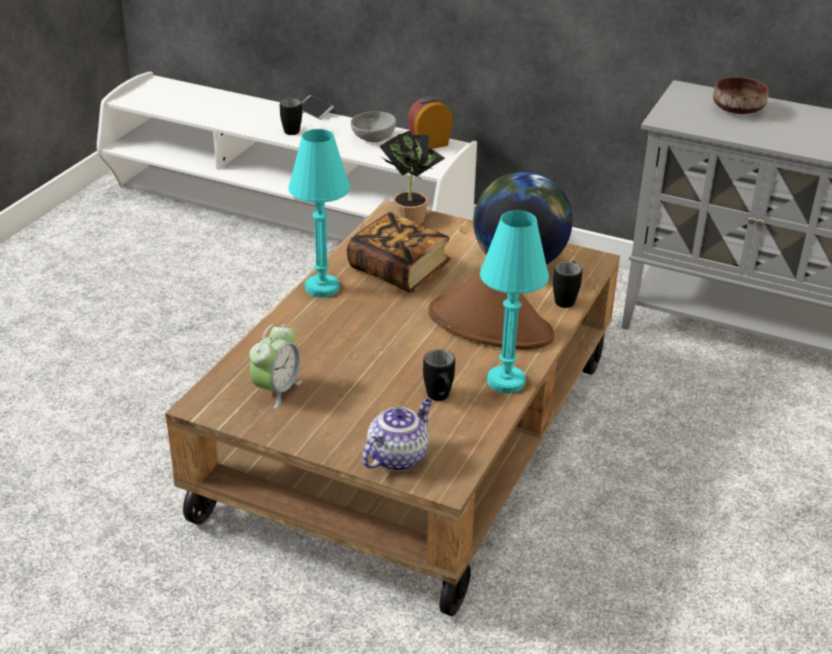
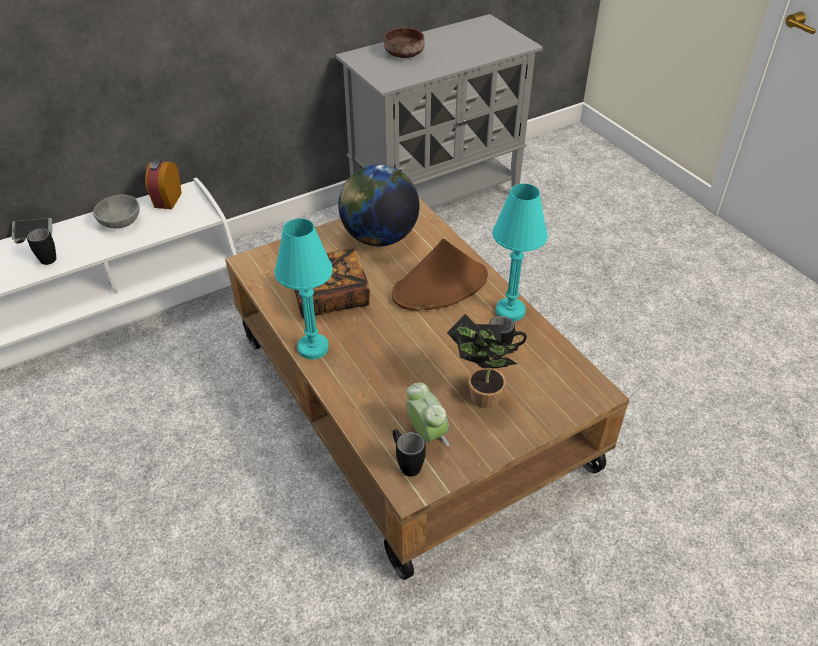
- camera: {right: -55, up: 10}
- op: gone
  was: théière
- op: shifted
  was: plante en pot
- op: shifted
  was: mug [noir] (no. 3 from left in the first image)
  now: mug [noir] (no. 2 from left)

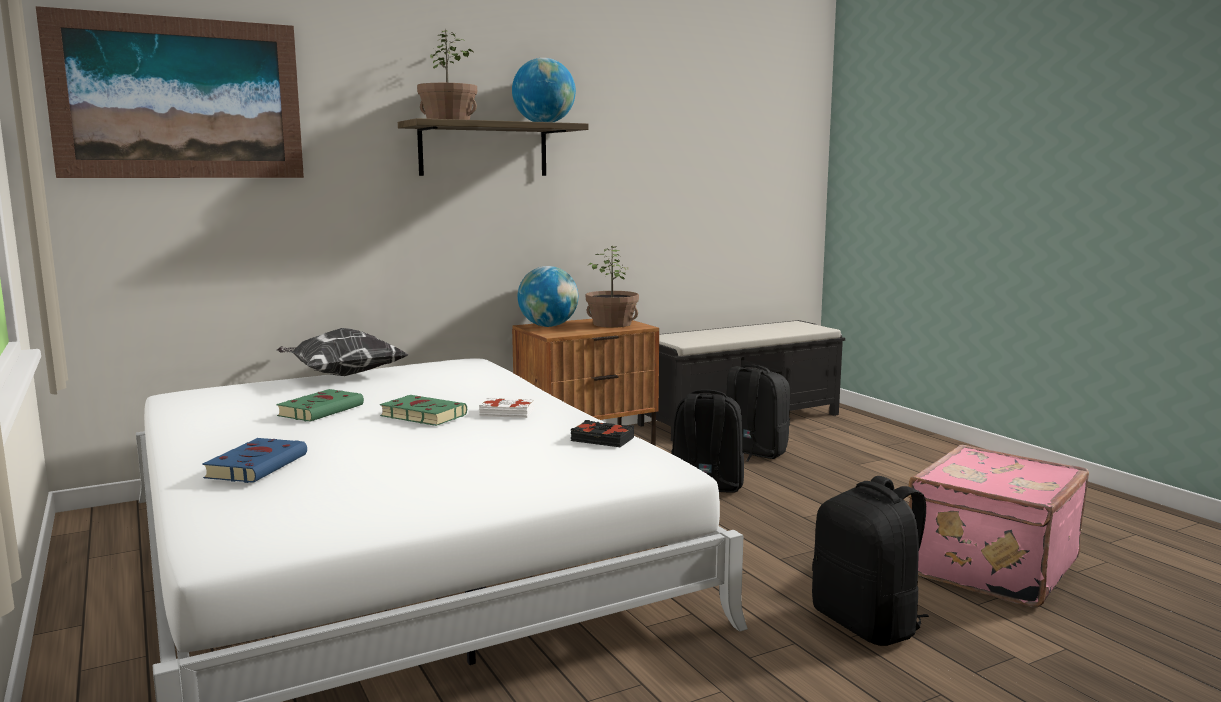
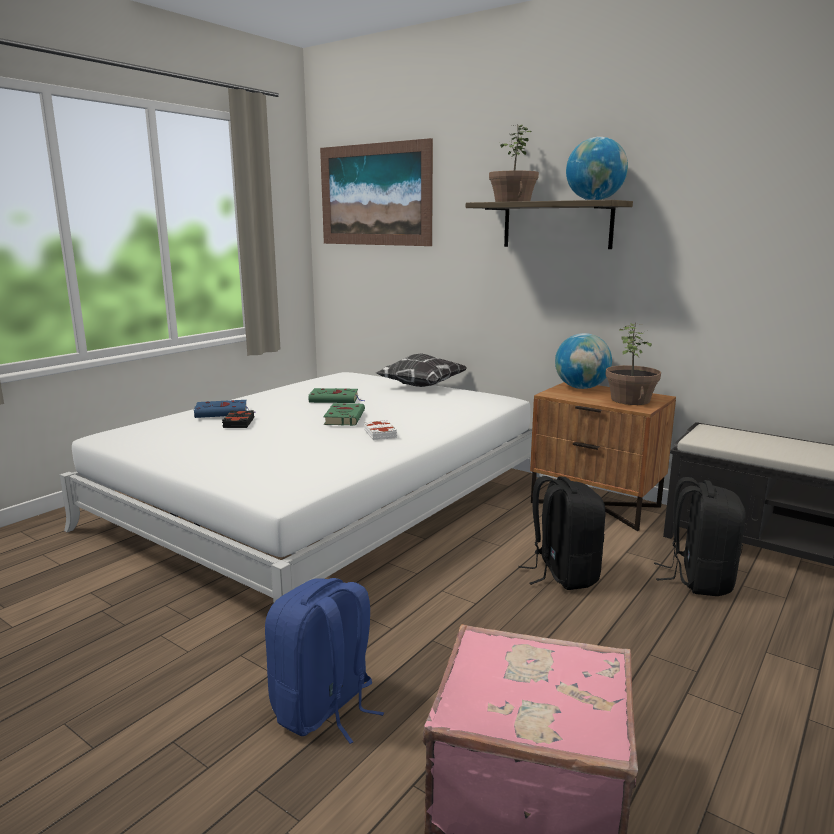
- camera: {right: 65, up: 5}
- op: shifted
  was: livre [noir]
- op: repainted
  was: sac à dos [noir] (no. 3 from left)
  now: sac à dos [bleu]

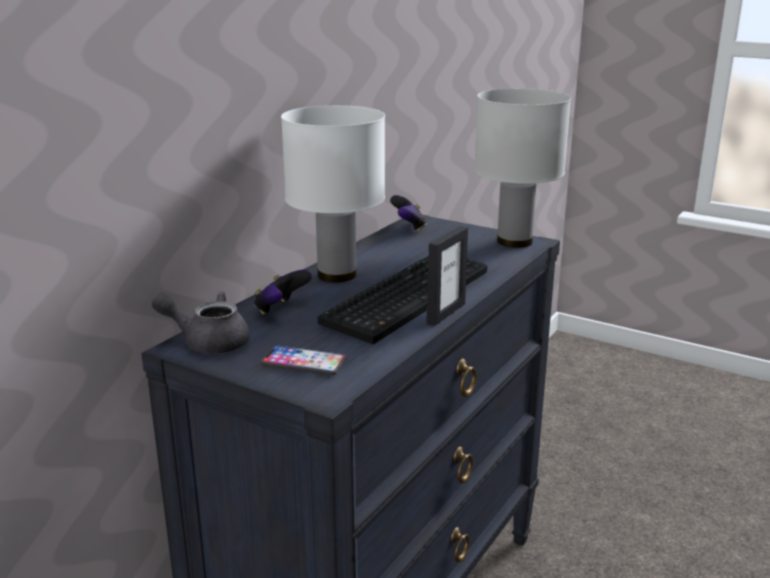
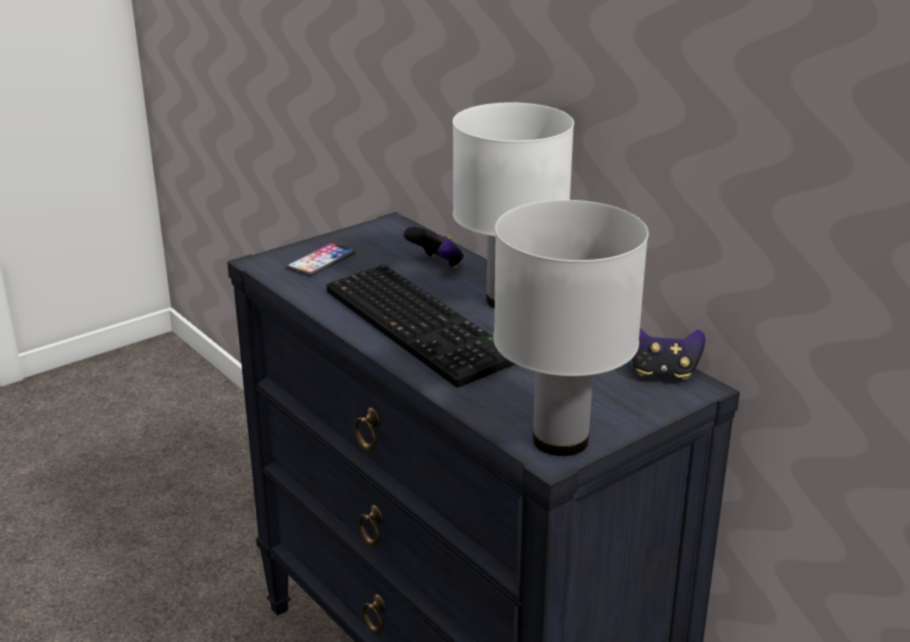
- camera: {right: 110, up: 5}
- op: gone
  was: théière [gris]
- op: gone
  was: cadre photo

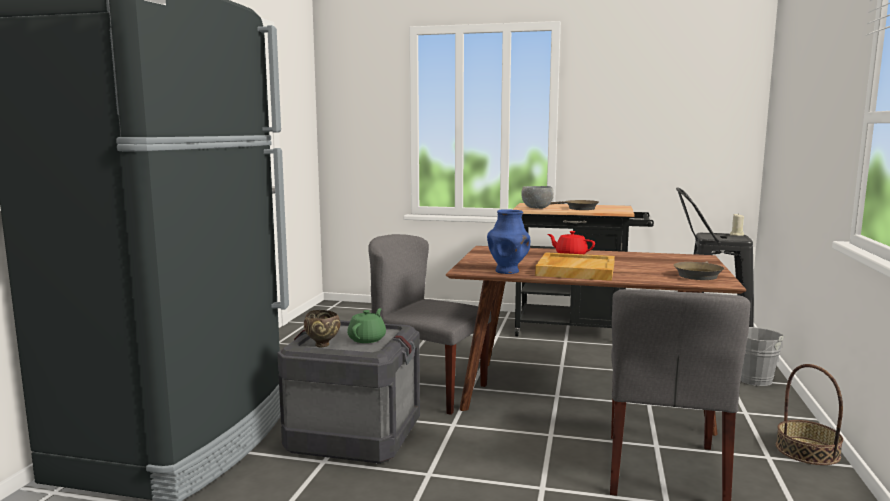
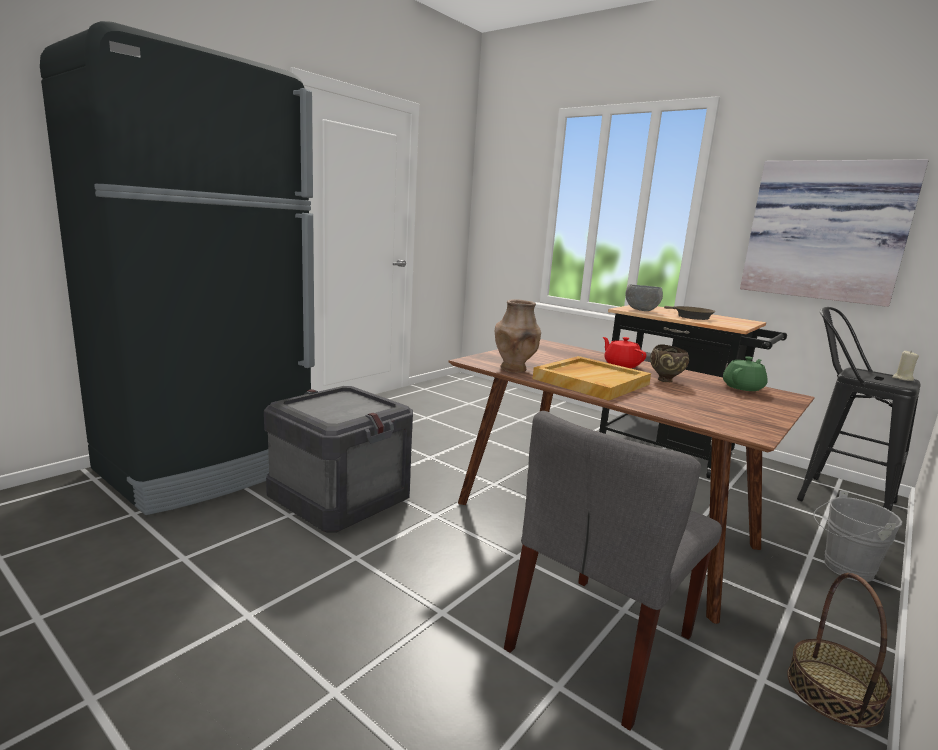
- camera: {right: 25, up: 5}
- op: shifted
  was: bol [marron]
- op: shifted
  was: théière [vert]
- op: gone
  was: chaise [gris] (no. 1 from left)
- op: repainted
  was: vase [bleu]
  now: vase [marron]
- op: gone
  was: poêle [marron] (no. 2 from left)
- op: new
  now: tableau

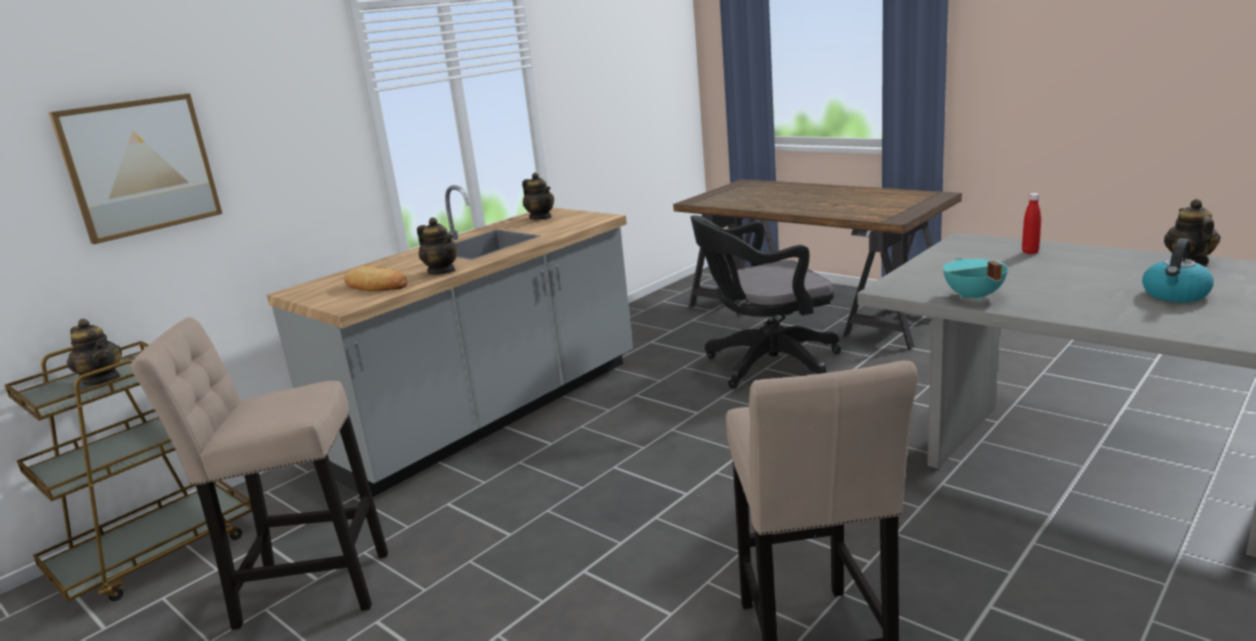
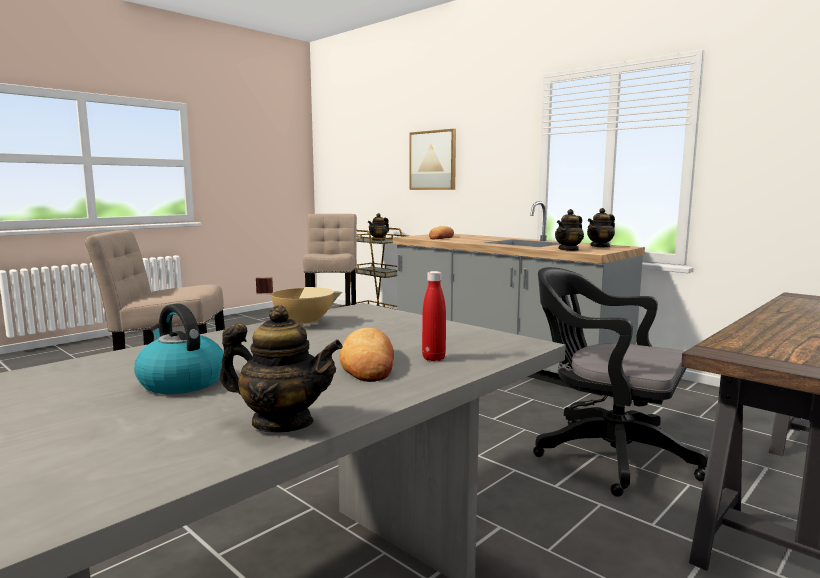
- camera: {right: 90, up: -10}
- op: shifted
  was: théière (no. 2 from left in the first image)
  now: théière (no. 3 from left)
- op: rotated
  was: chaise de bureau [noir]
  clockwise: -45
- op: repainted
  was: marmite [turquoise]
  now: marmite [beige]
- op: new
  now: pain (no. 1 from left)

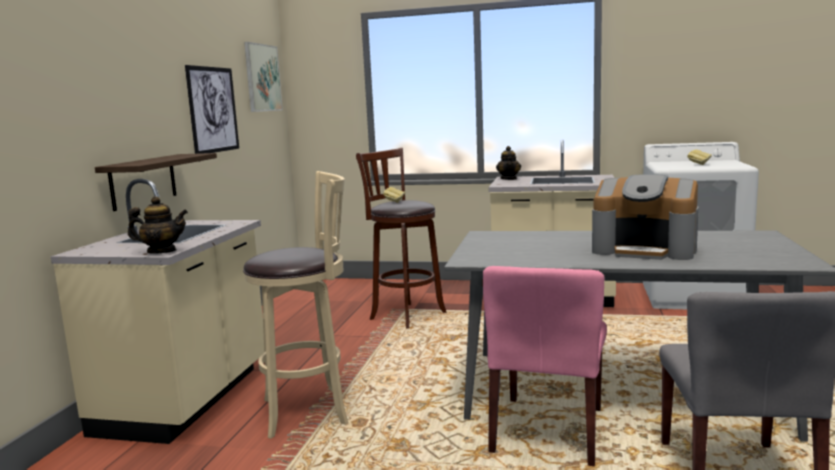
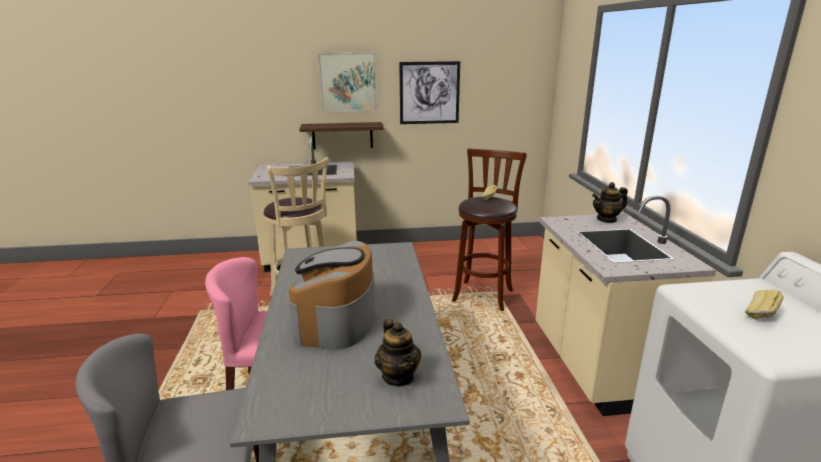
- camera: {right: 70, up: 10}
- op: shifted
  was: théière (no. 1 from left)
- op: shifted
  was: tableau (no. 2 from left in the first image)
  now: tableau (no. 1 from left)

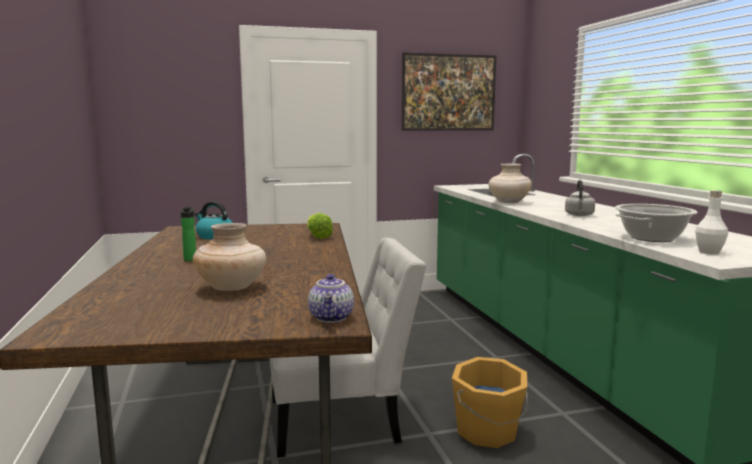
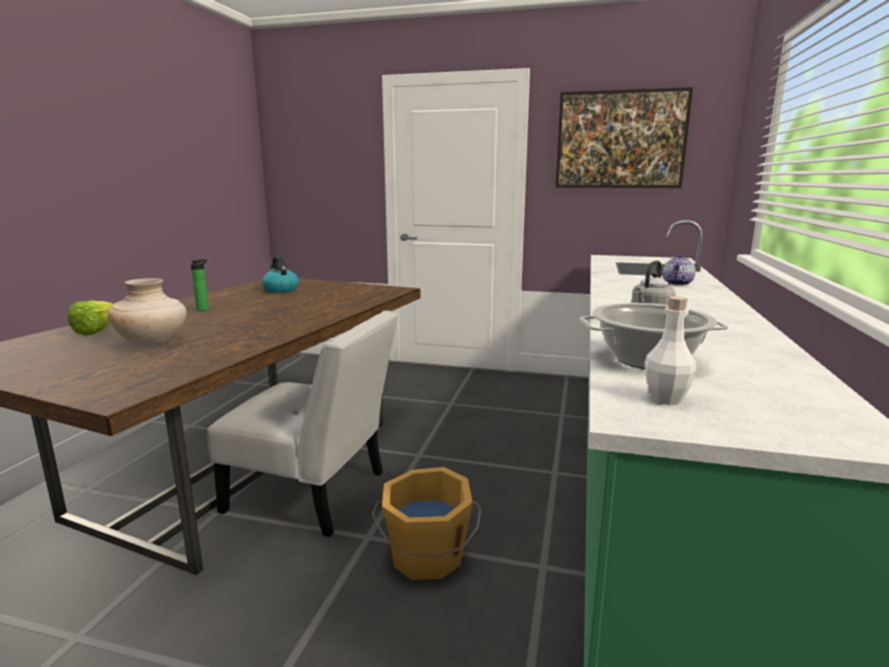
- camera: {right: 30, up: 5}
- op: shifted
  was: laitue
- op: shifted
  was: théière
- op: gone
  was: vase [beige] (no. 2 from left)

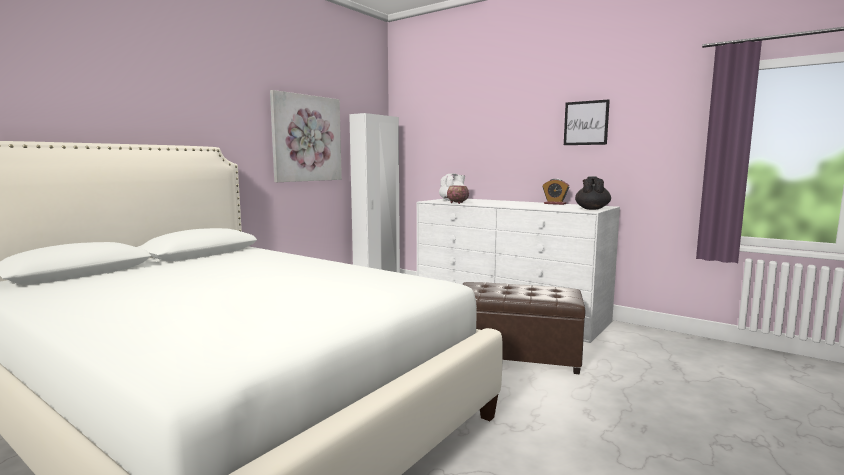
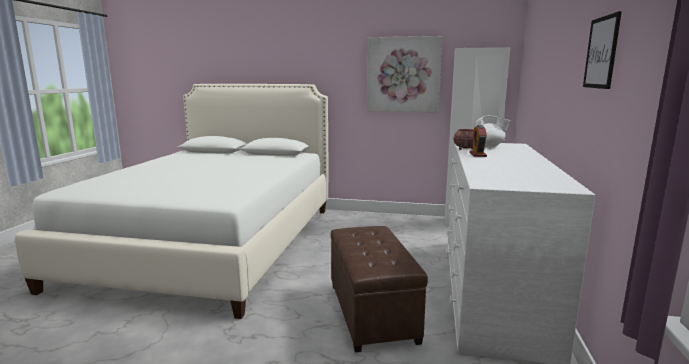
- camera: {right: 65, up: 5}
- op: shifted
  was: réveil
- op: gone
  was: théière [noir]

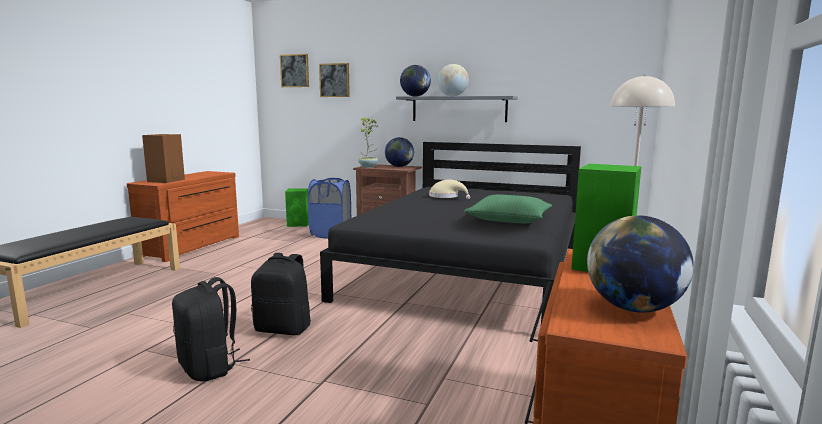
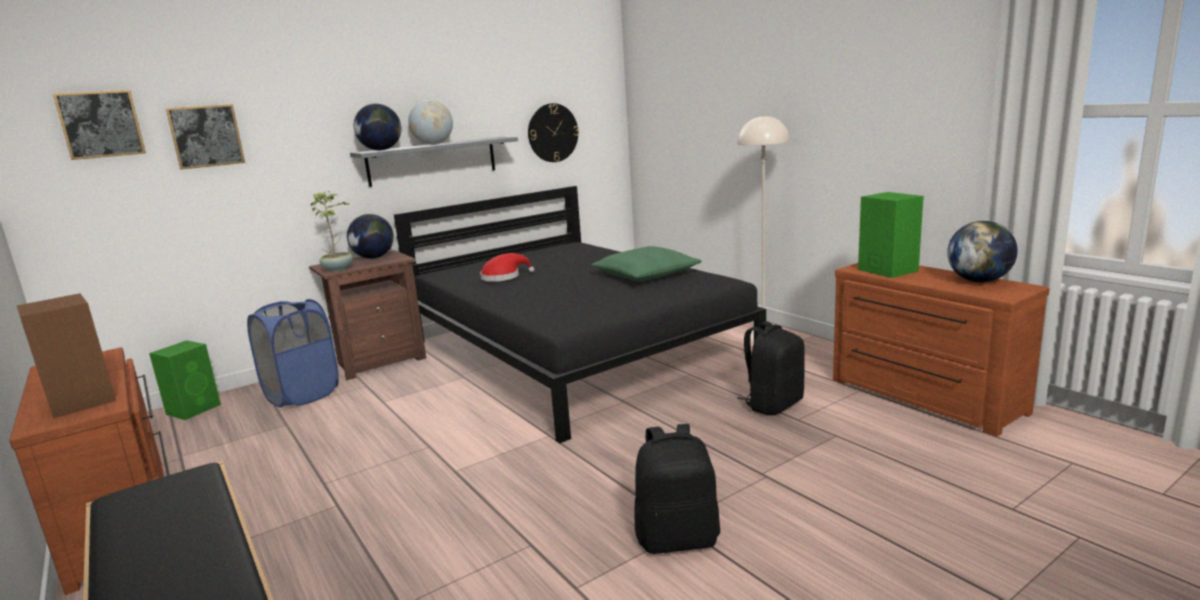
- camera: {right: -55, up: 5}
- op: shifted
  was: sac à dos [noir] (no. 2 from left)
- op: repainted
  was: chapeau [beige]
  now: chapeau [rouge]
- op: new
  now: horloge murale

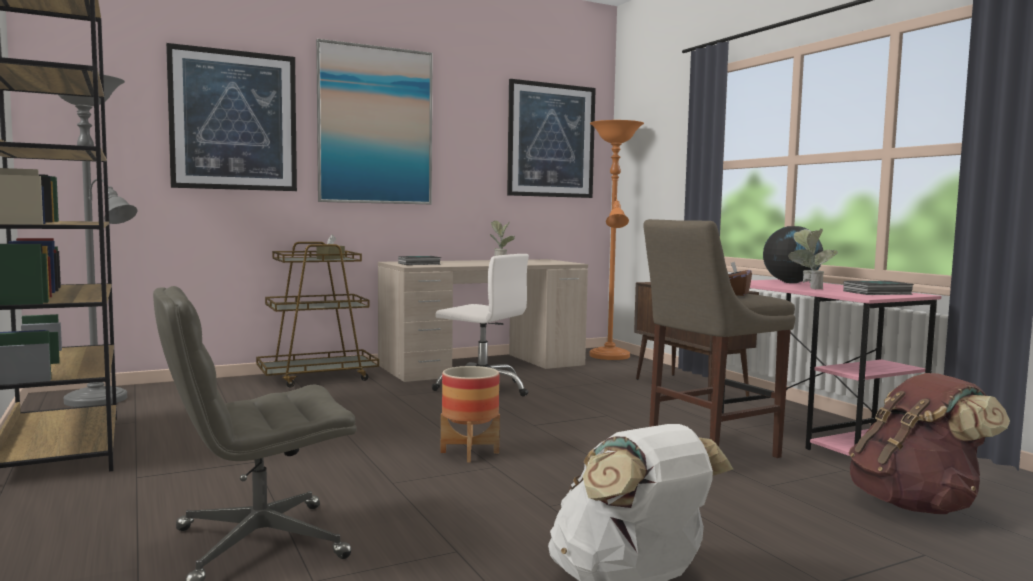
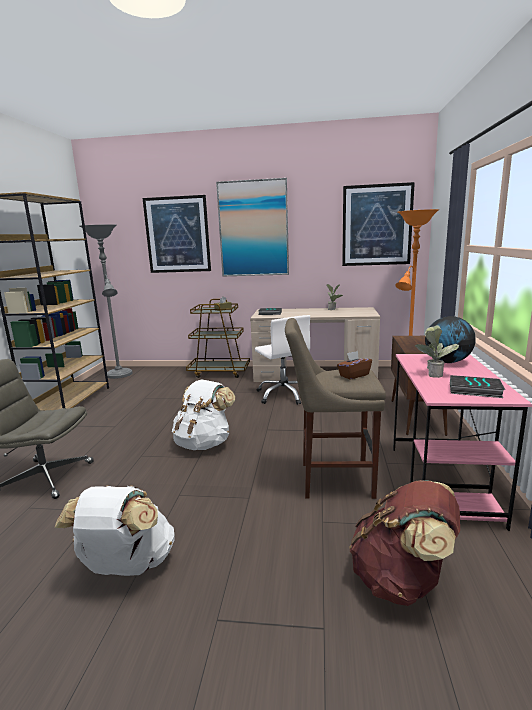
- camera: {right: 35, up: 10}
- op: swapped
  was: cache-pot
  now: sac à dos [blanc] (no. 2 from left)

